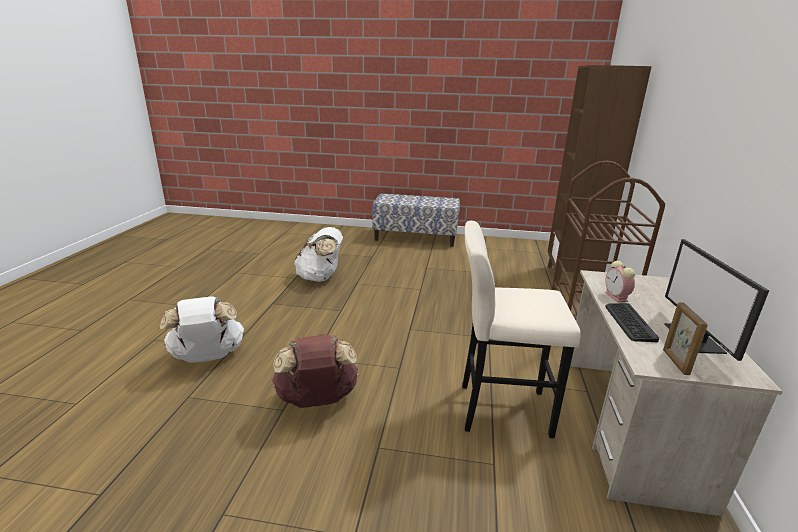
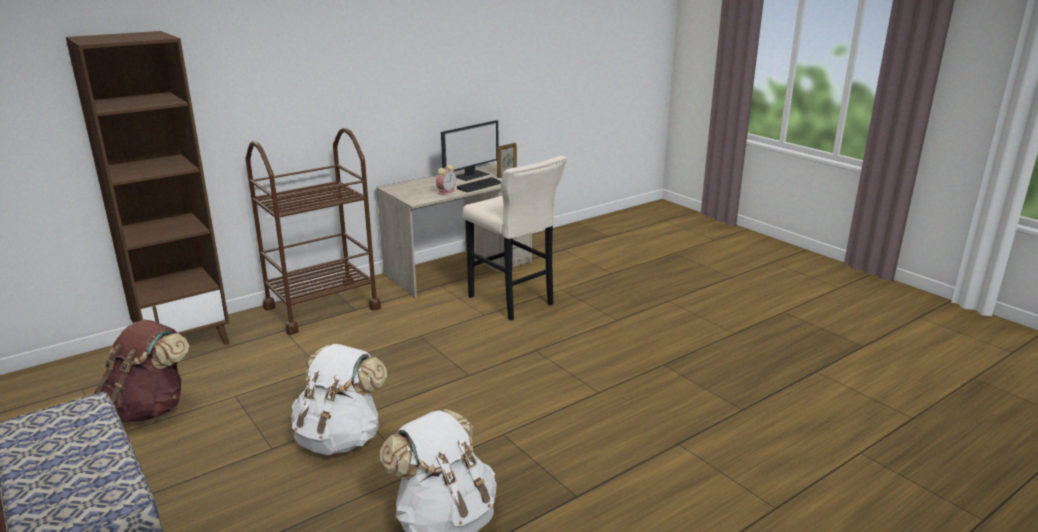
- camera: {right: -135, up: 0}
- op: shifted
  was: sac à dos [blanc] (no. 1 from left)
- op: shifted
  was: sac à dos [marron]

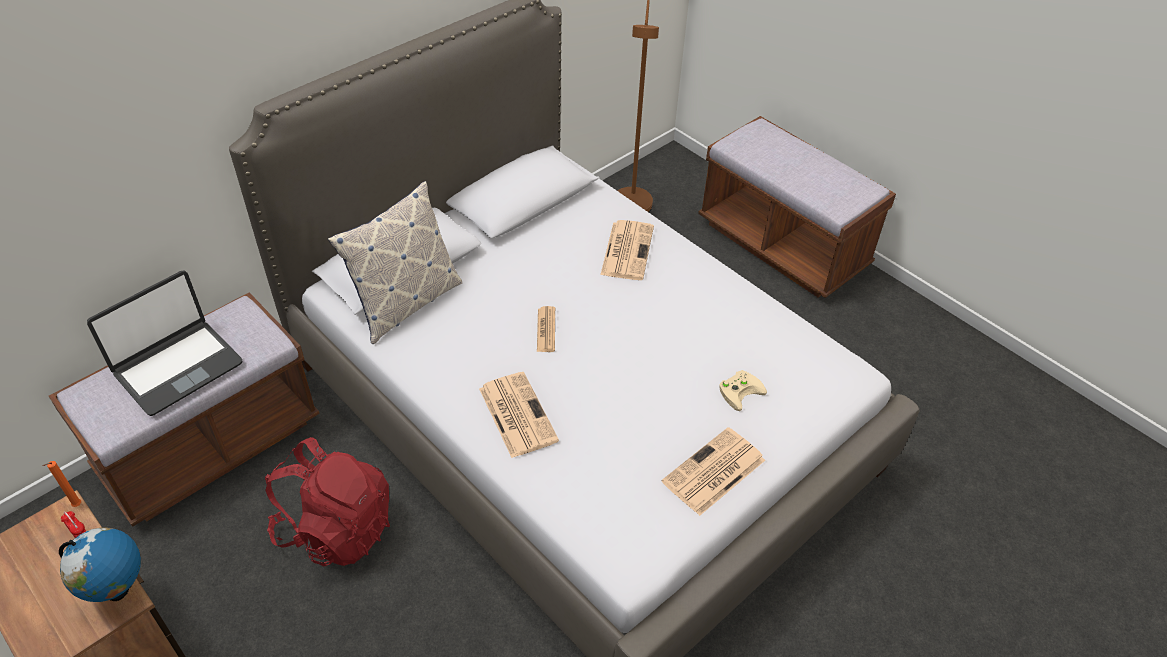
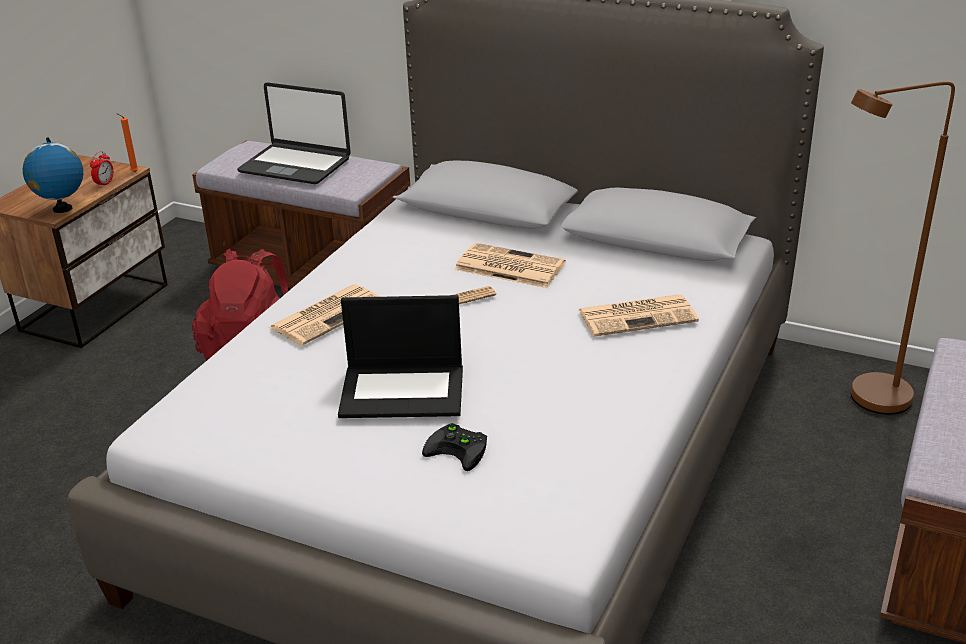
- camera: {right: 70, up: -15}
- op: gone
  was: coussin
- op: shifted
  was: journal (no. 4 from left in the first image)
  now: journal (no. 3 from left)
- op: repainted
  was: manette [beige]
  now: manette [noir]
- op: new
  now: ordinateur portable (no. 2 from left)

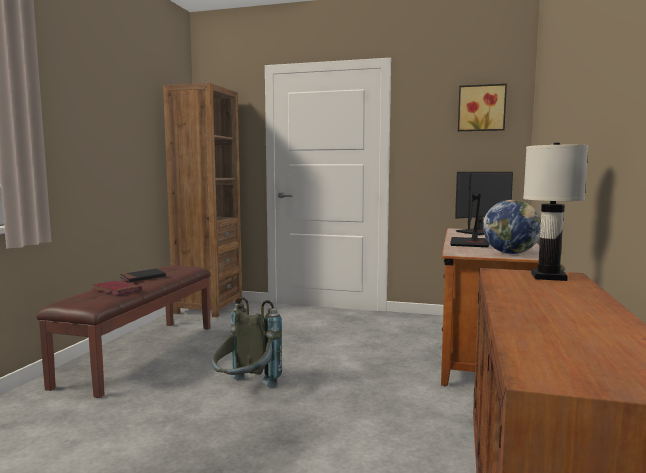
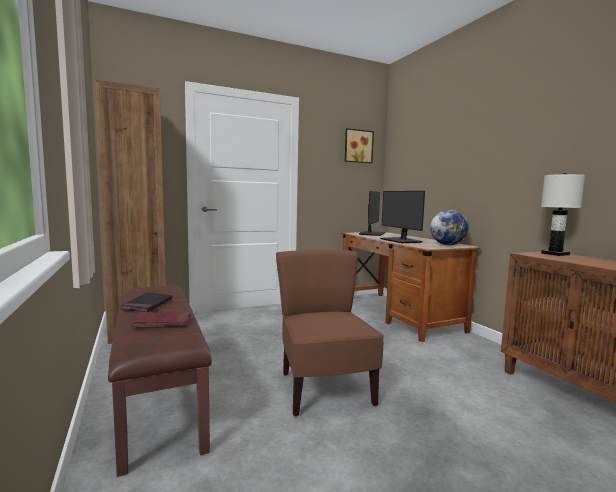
- camera: {right: -40, up: 0}
- op: swapped
  was: sac à dos [gris]
  now: chaise [marron]

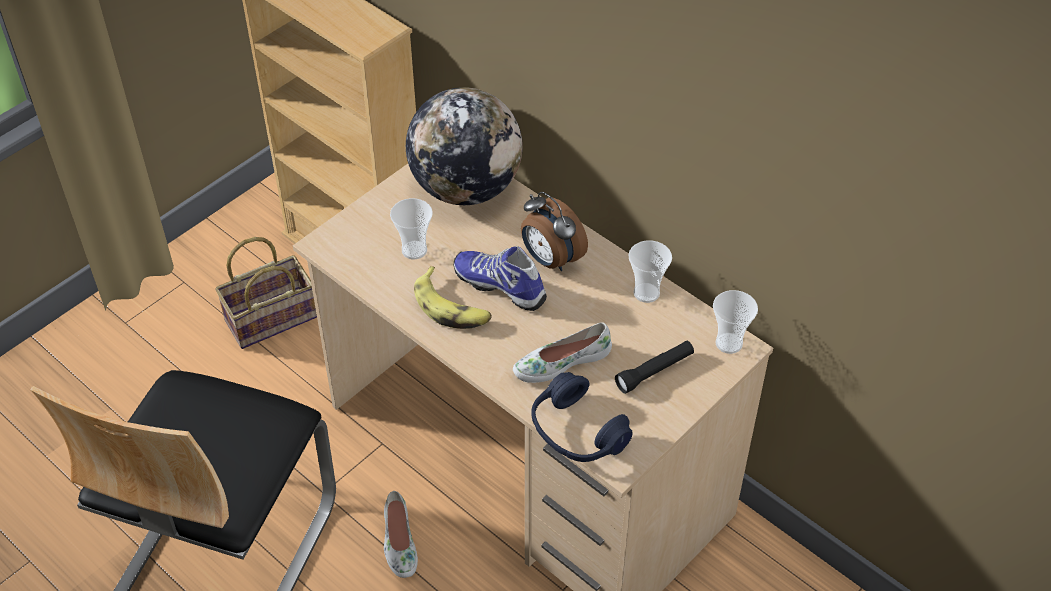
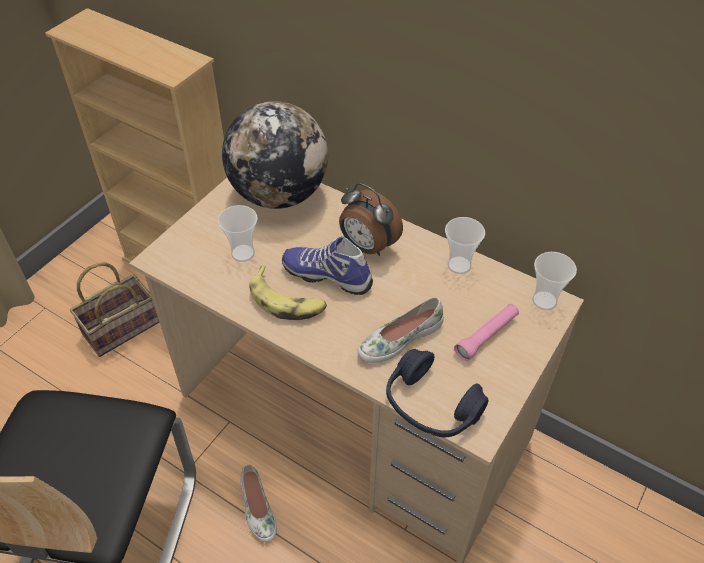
- camera: {right: -10, up: 0}
- op: repainted
  was: lampe de poche [noir]
  now: lampe de poche [rose]

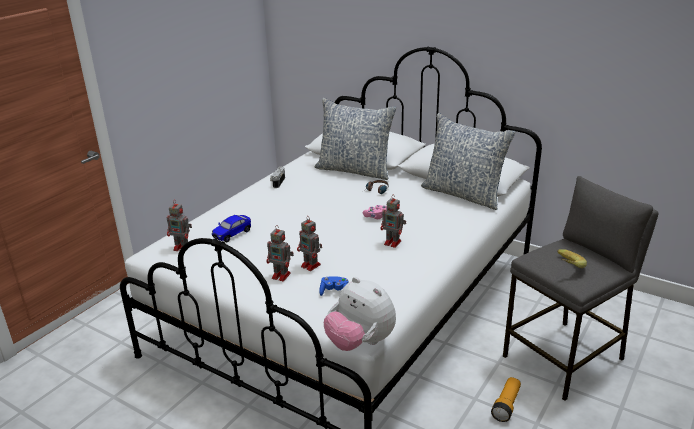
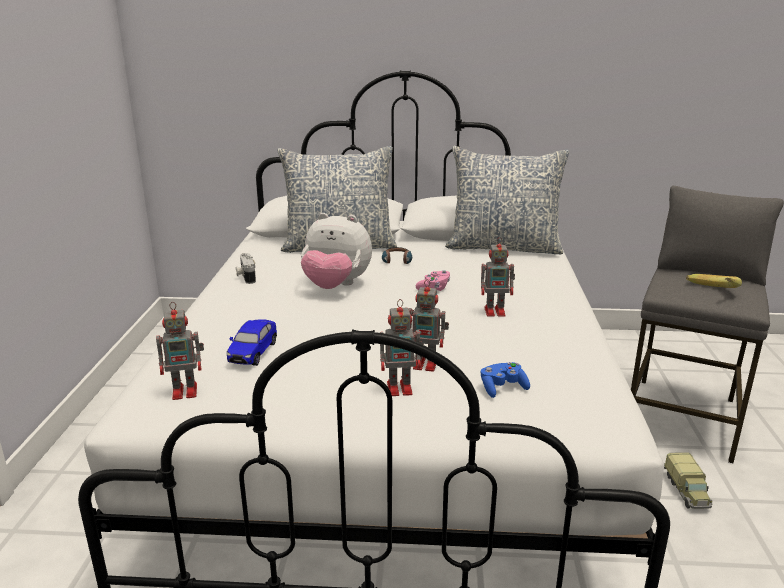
- camera: {right: -30, up: -5}
- op: shifted
  was: peluche
- op: swapped
  was: lampe de poche
  now: camion jouet

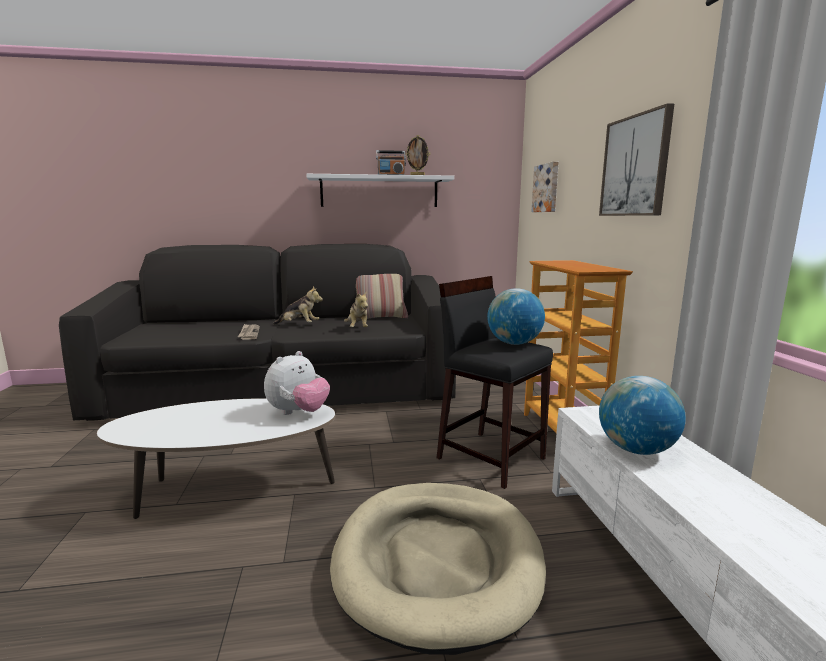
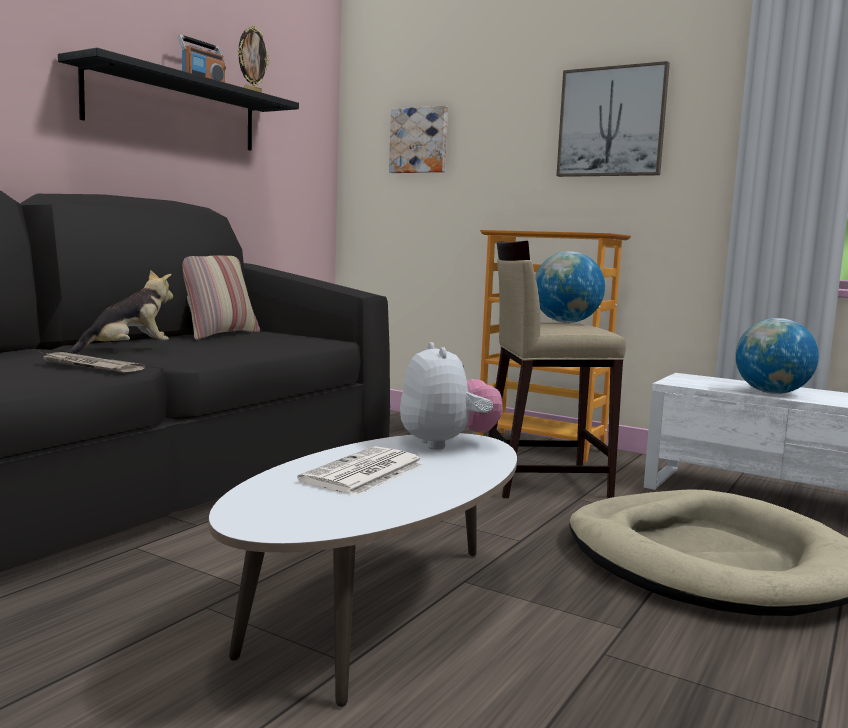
- camera: {right: -50, up: -5}
- op: repainted
  was: étagère [blanc]
  now: étagère [noir]
- op: gone
  was: peluche (no. 3 from left)
- op: repainted
  was: tabouret [noir]
  now: tabouret [beige]
- op: new
  now: journal (no. 2 from left)

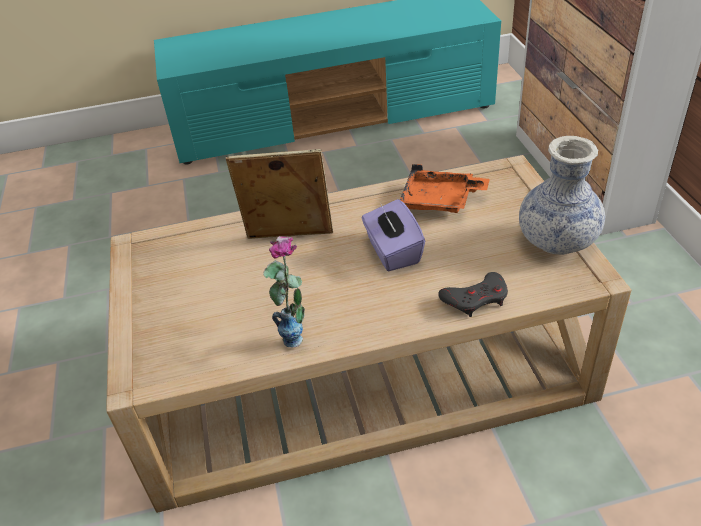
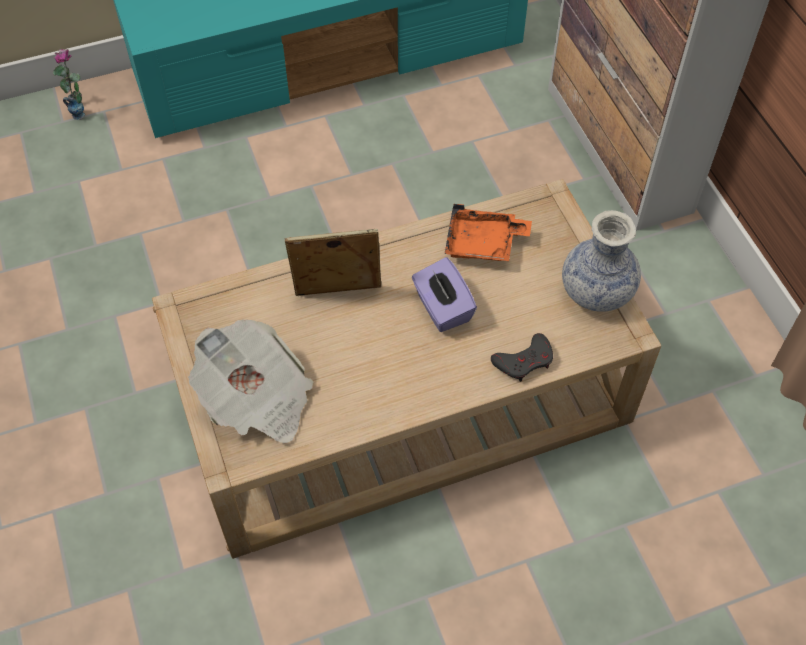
- camera: {right: -10, up: 15}
- op: shifted
  was: vase (no. 1 from left)
- op: new
  now: journal

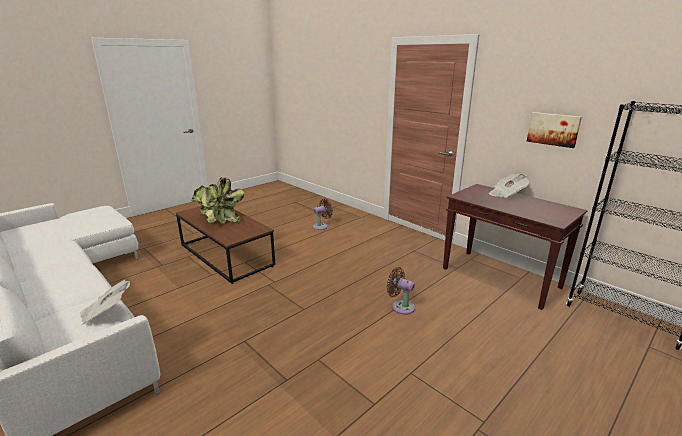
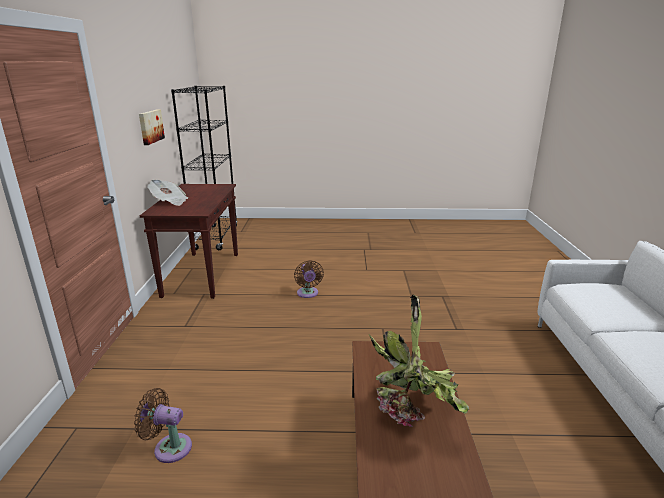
- camera: {right: -135, up: 0}
- op: gone
  was: journal (no. 1 from left)

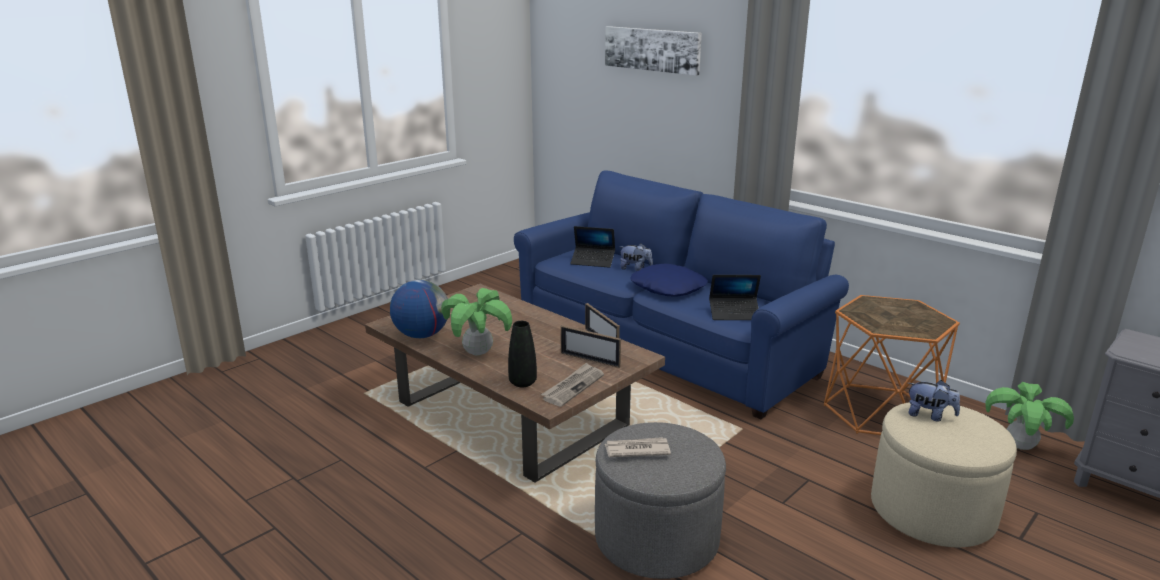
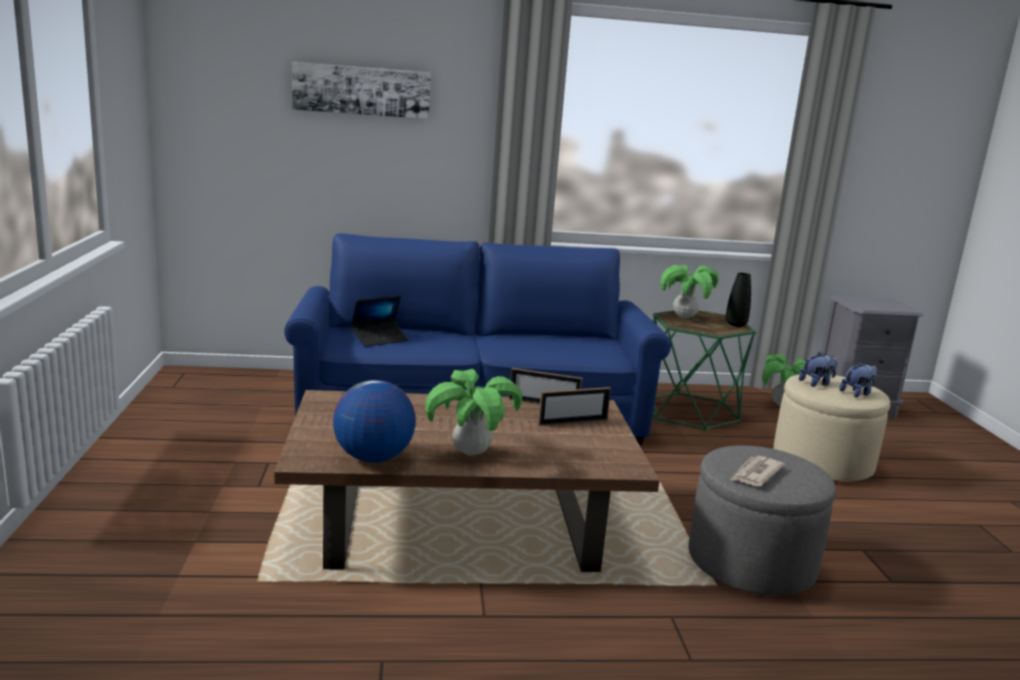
- camera: {right: -50, up: -5}
- op: shifted
  was: vase [noir]
- op: gone
  was: journal (no. 1 from left)
- op: shifted
  was: peluche (no. 1 from left in the first image)
  now: peluche (no. 2 from left)
- op: gone
  was: coussin [bleu]
- op: gone
  was: ordinateur portable (no. 2 from left)
- op: repainted
  was: table d'appoint [orange]
  now: table d'appoint [vert]
- op: new
  now: plante en pot (no. 2 from left)

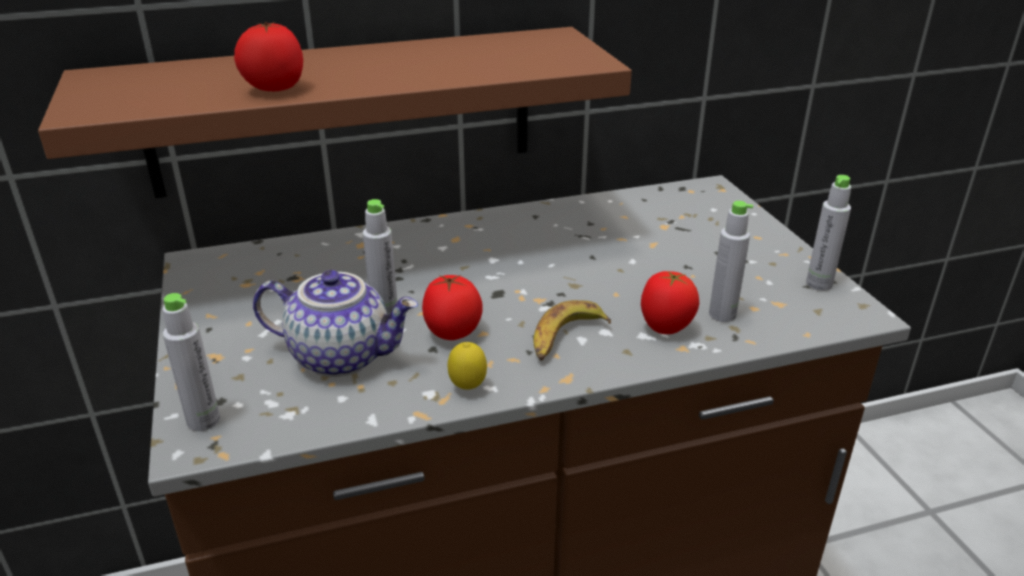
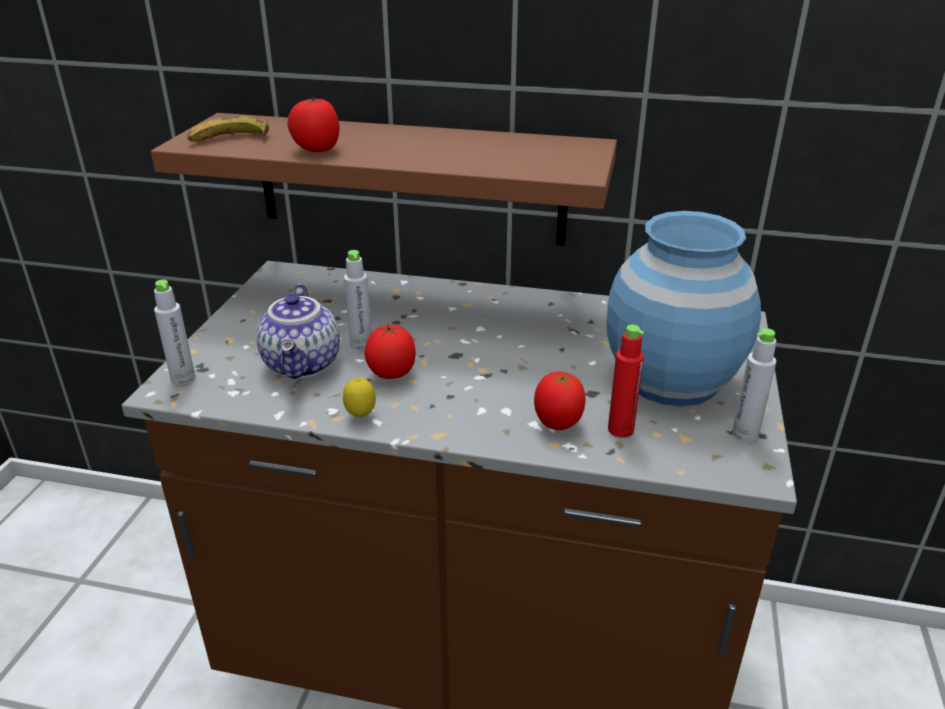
- camera: {right: 30, up: 0}
- op: rotated
  was: théière
  clockwise: 45
- op: shifted
  was: banane
- op: repainted
  was: bouteille [gris] (no. 3 from left)
  now: bouteille [rouge]
- op: new
  now: vase [bleu]

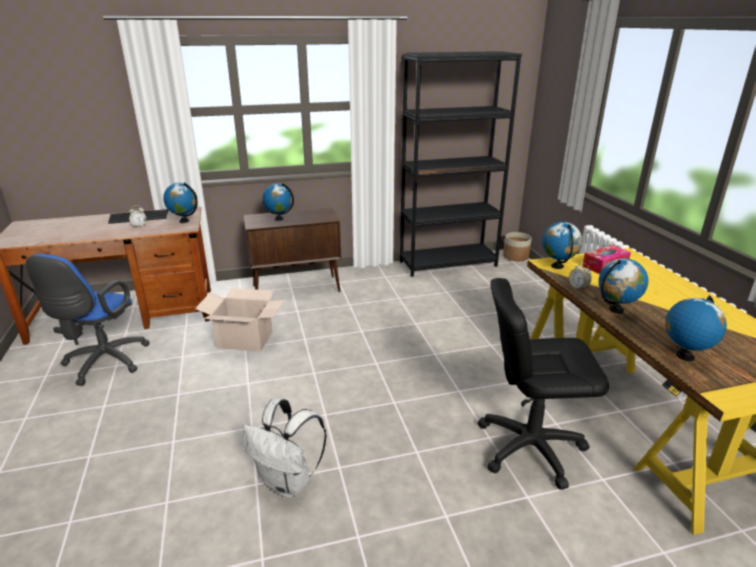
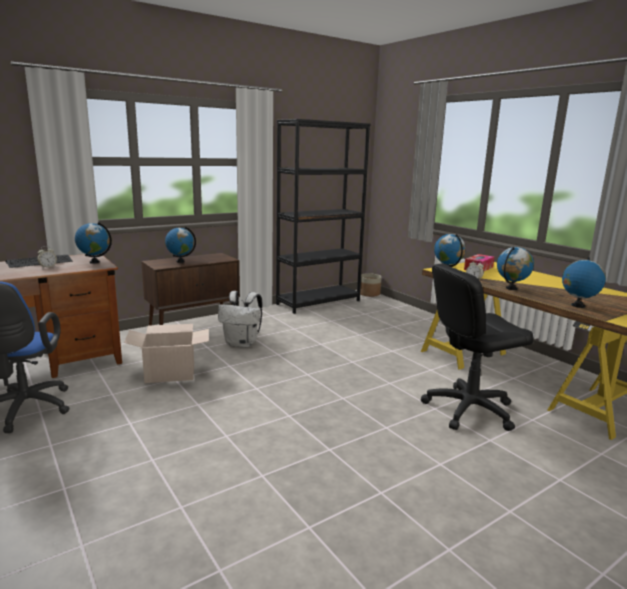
- camera: {right: -20, up: -10}
- op: shifted
  was: sac à dos [blanc]

